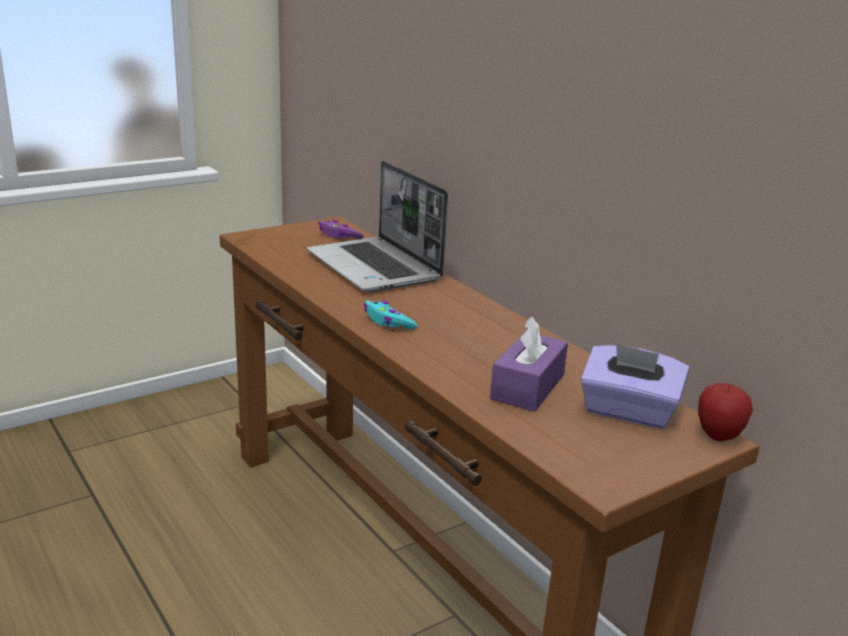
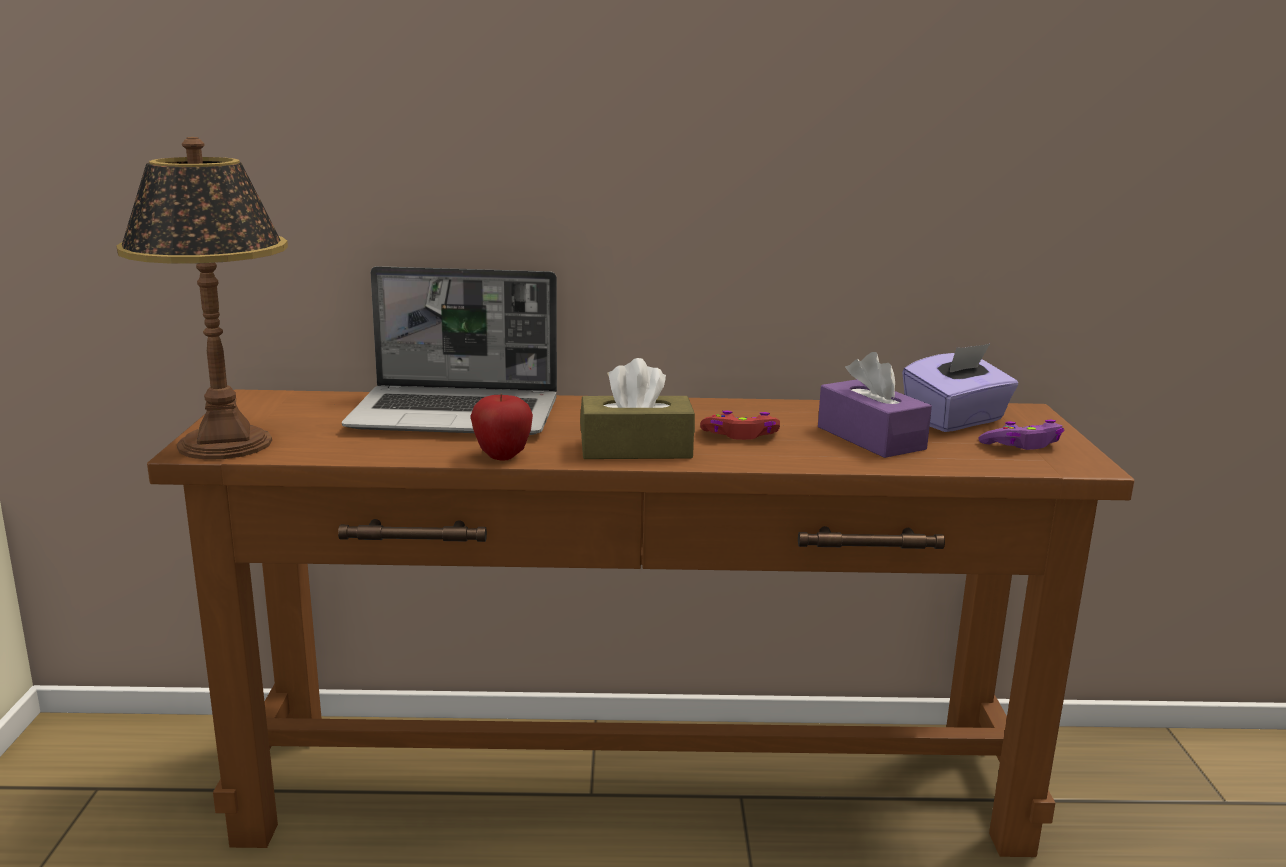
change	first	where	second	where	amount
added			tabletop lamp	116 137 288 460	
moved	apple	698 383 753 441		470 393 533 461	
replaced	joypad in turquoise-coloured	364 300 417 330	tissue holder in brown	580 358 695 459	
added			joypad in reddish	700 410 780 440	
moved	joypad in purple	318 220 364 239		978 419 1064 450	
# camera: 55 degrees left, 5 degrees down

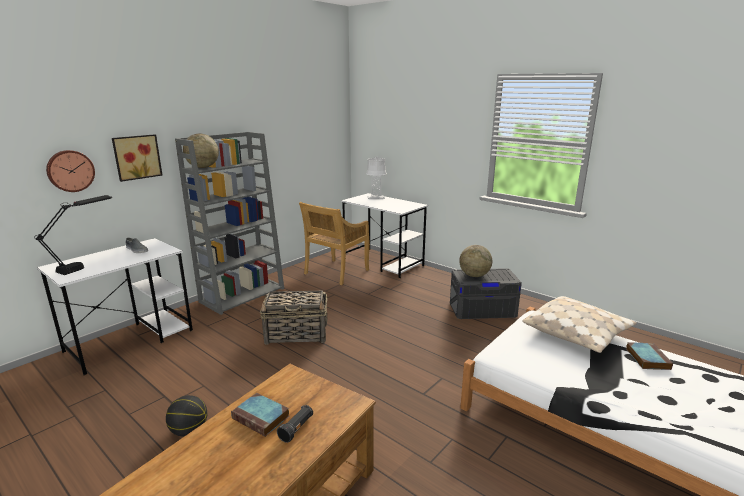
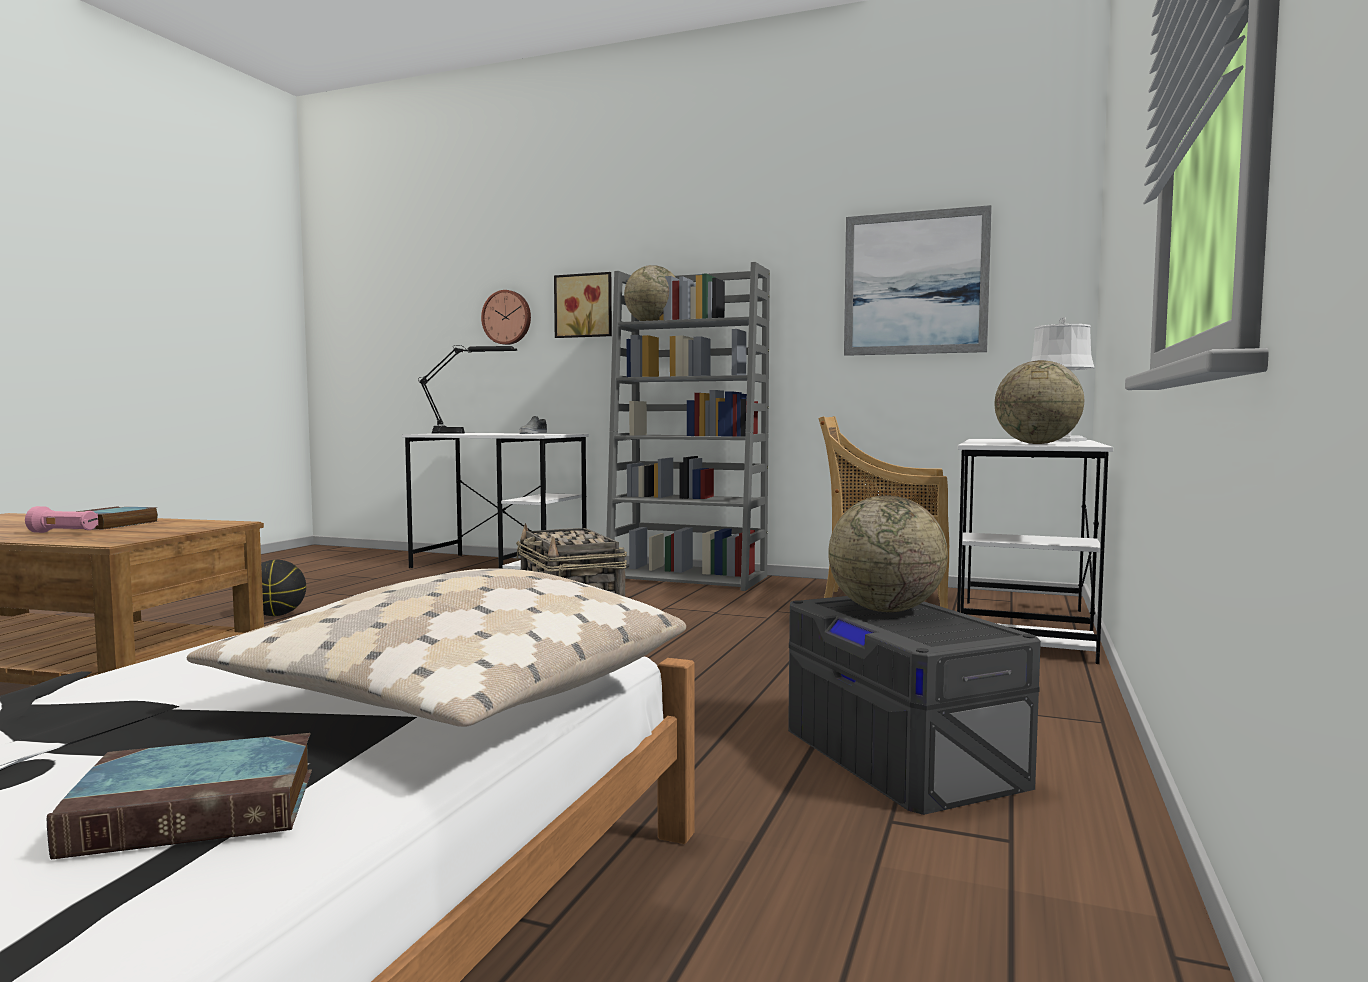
change	first	where	second	where	amount
recoloured	hand torch in blackish	277 405 313 443	hand torch in pink	25 506 98 533	
added			wall picture	844 205 992 356	
added			globe	995 360 1084 444	
# camera: 70 degrees right, 15 degrees down

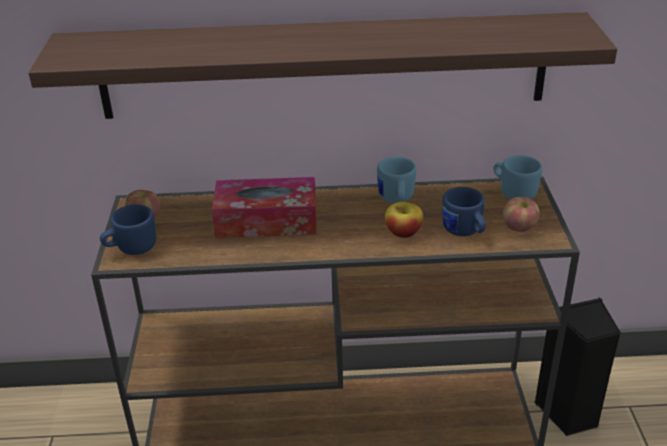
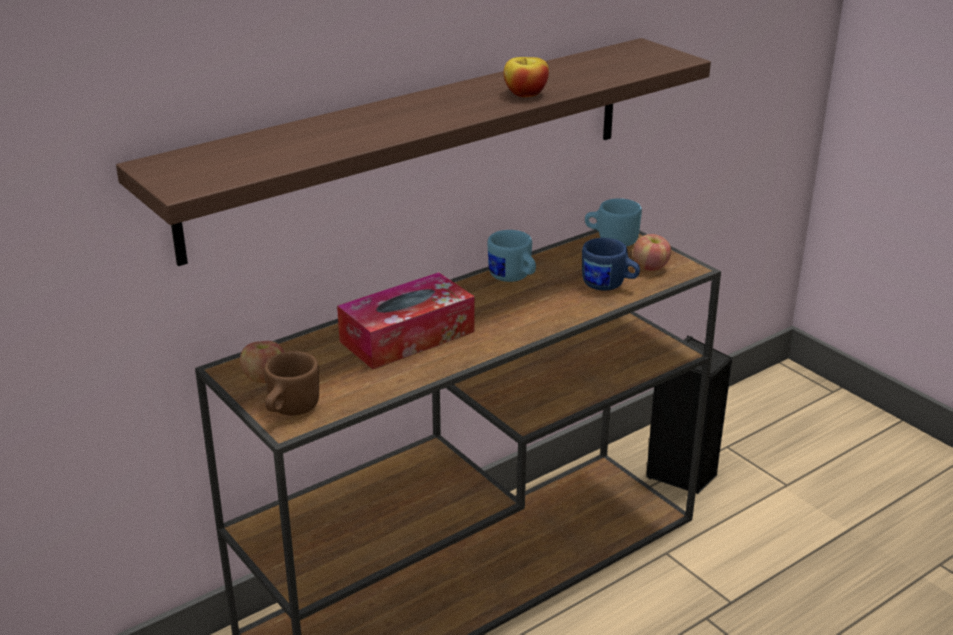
change	first	where	second	where	amount
recoloured	mug in blue	100 204 156 255	mug in brown	264 351 319 416	
moved	apple	385 202 423 238		504 57 549 97	
# camera: 35 degrees left, 5 degrees down

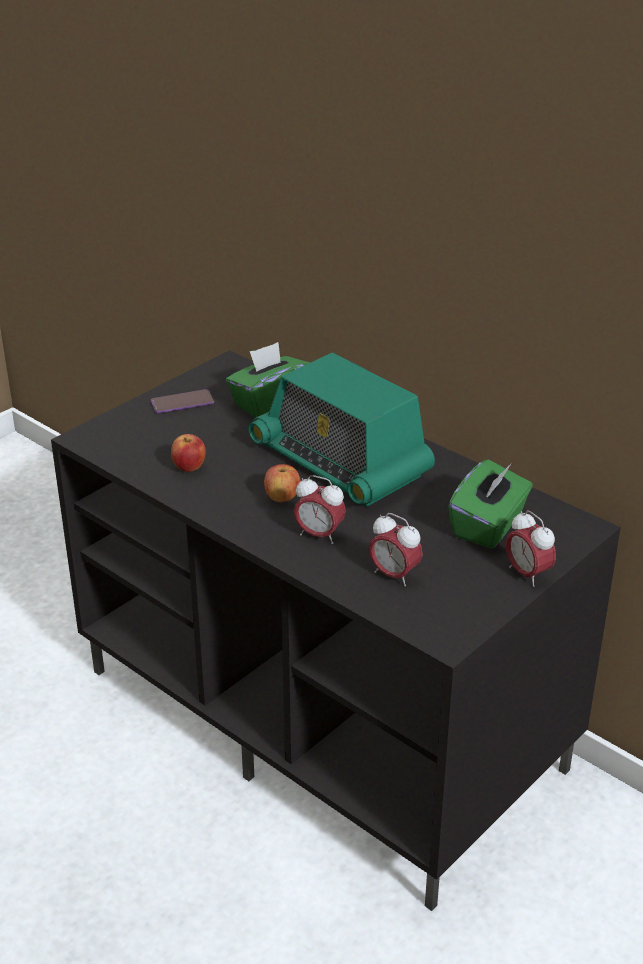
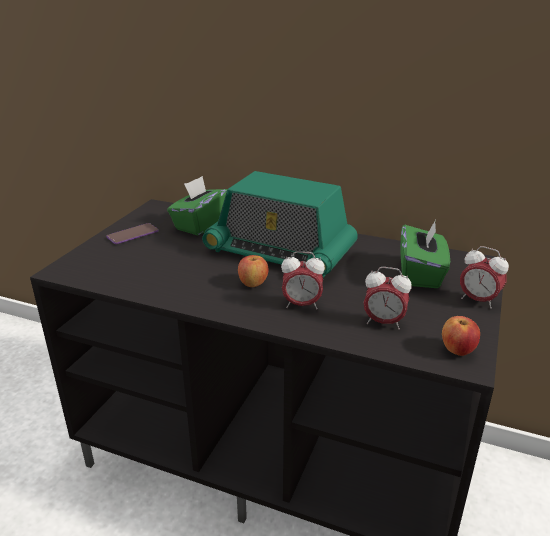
change	first	where	second	where	amount
moved	apple	171 434 206 472		442 316 480 356	
# camera: 20 degrees left, 5 degrees down

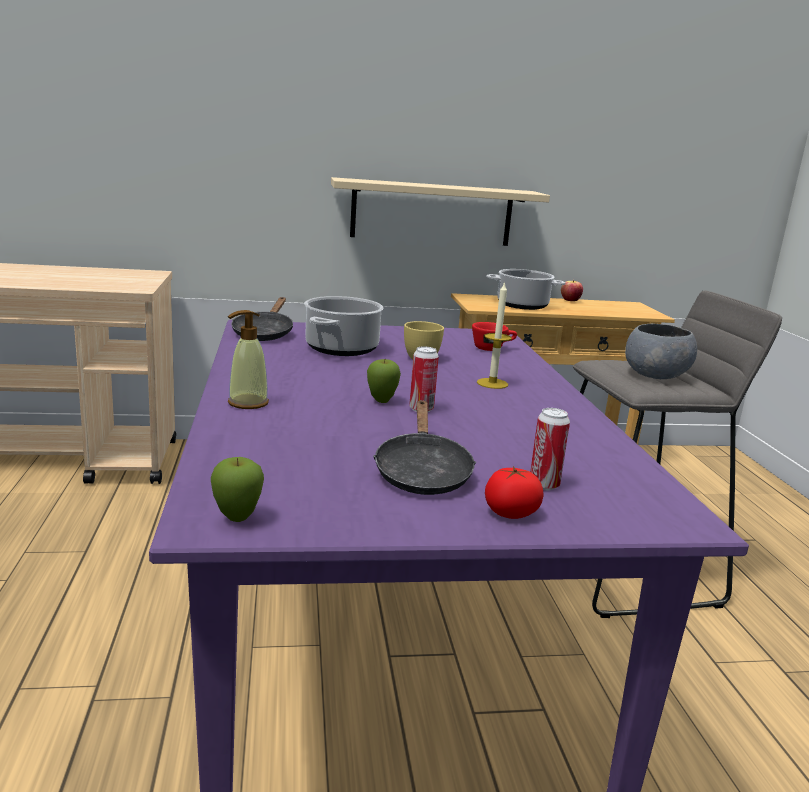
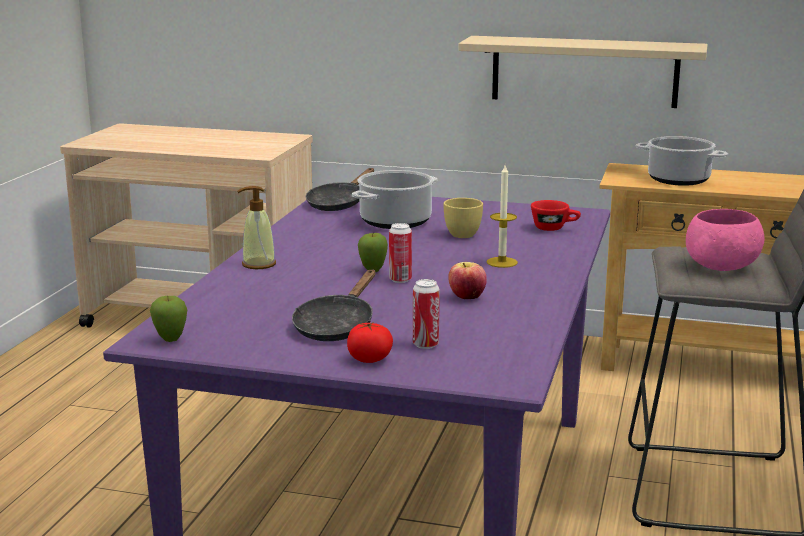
change	first	where	second	where	amount
moved	apple	561 280 583 301		448 262 487 299	
recoloured	bowl in grey	625 324 697 379	bowl in pink	686 209 765 271	
# camera: 25 degrees right, 0 degrees up

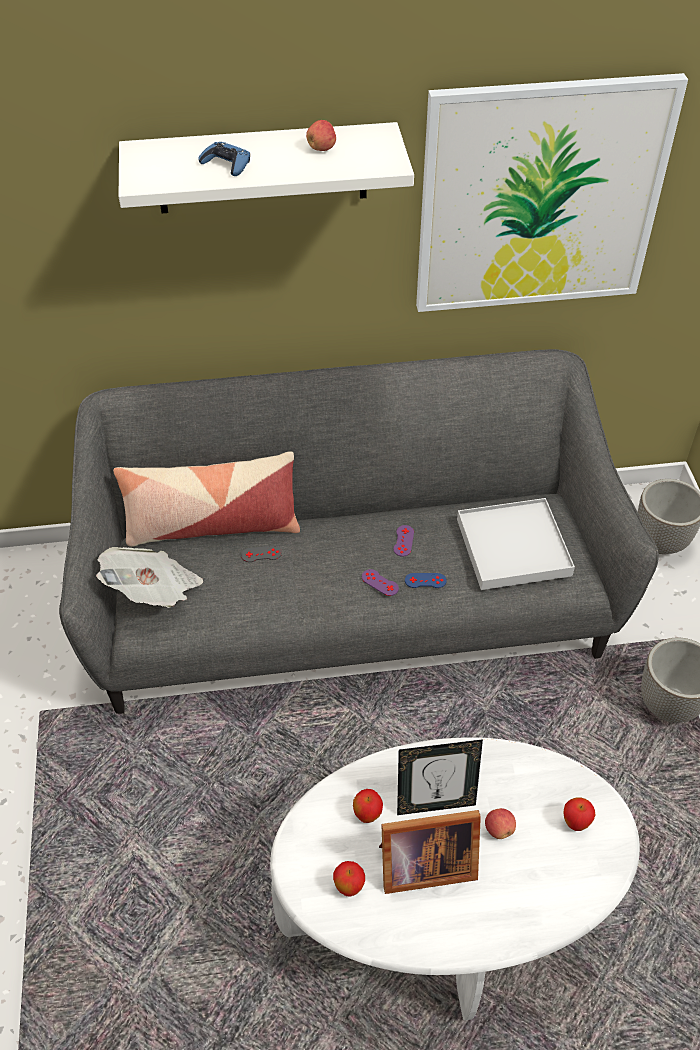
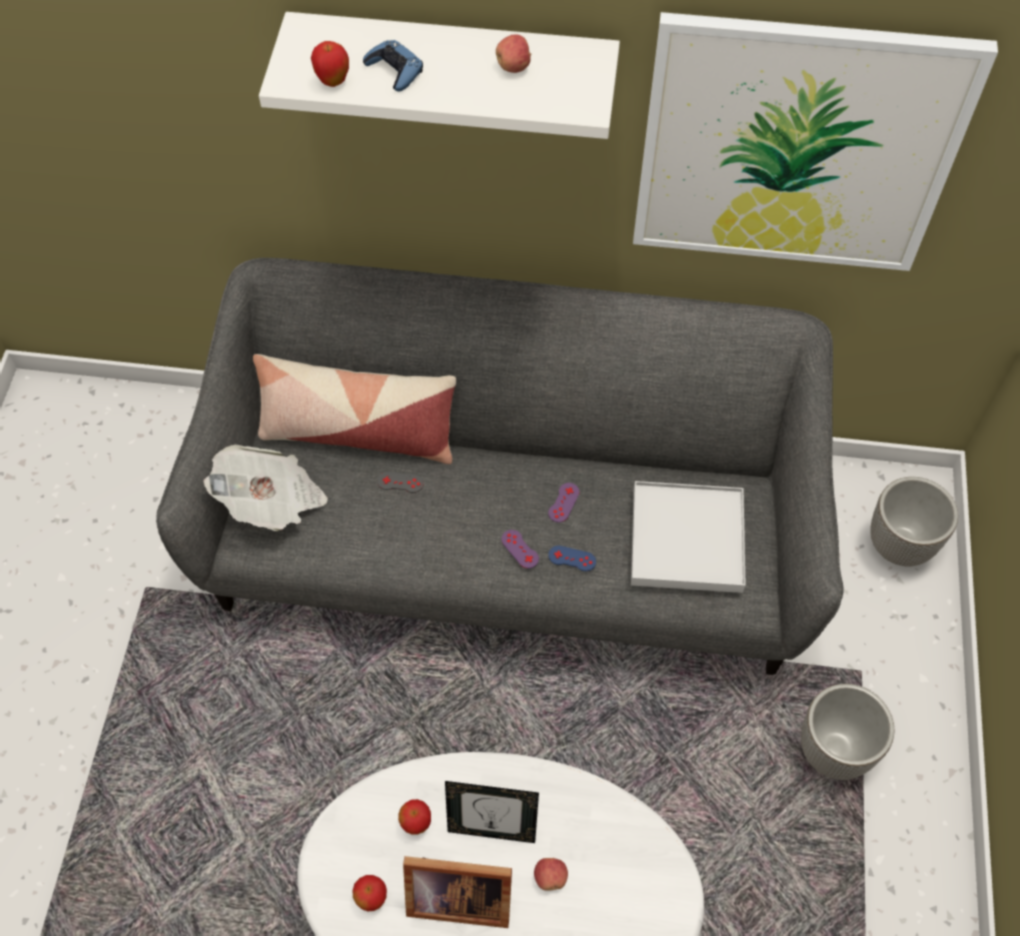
change	first	where	second	where	amount
moved	apple	564 797 596 831		311 41 349 87	
# camera: 15 degrees right, 10 degrees up

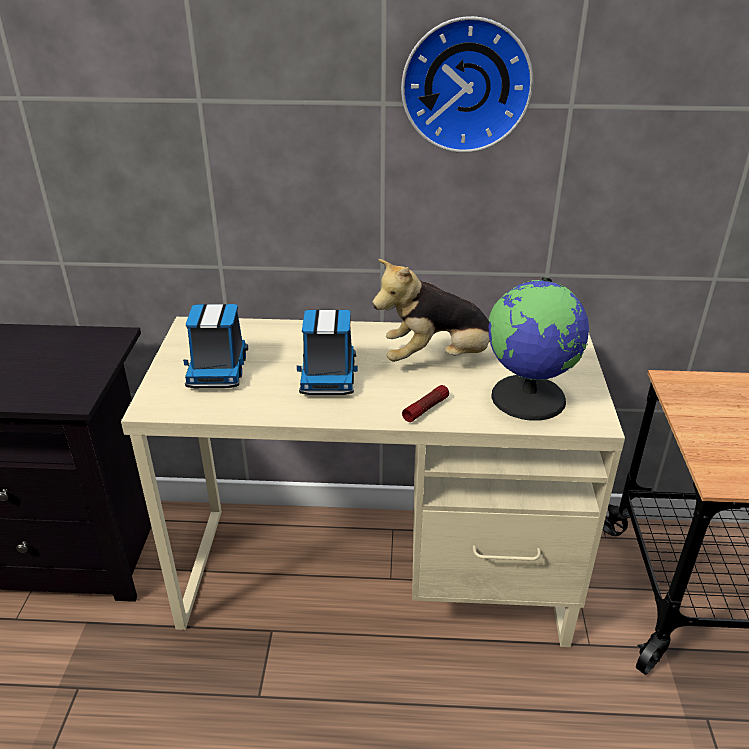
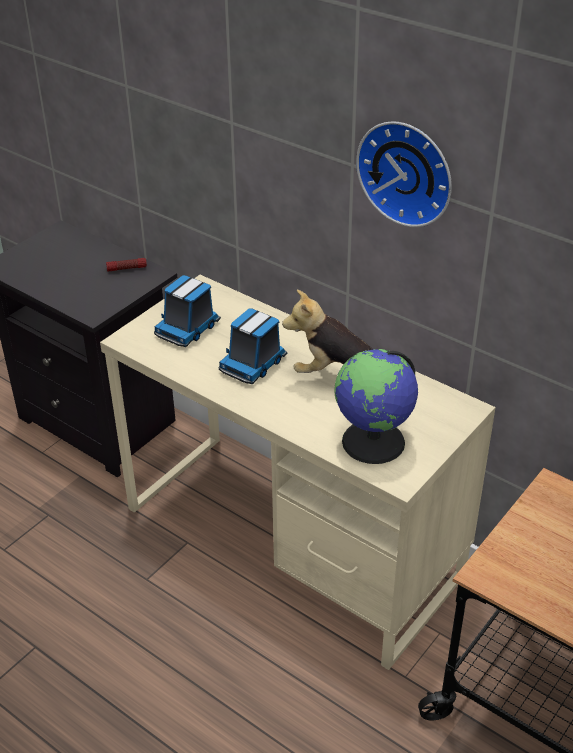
change	first	where	second	where	amount
moved	hand torch	402 385 449 422		106 258 147 272	
# camera: 35 degrees right, 5 degrees up

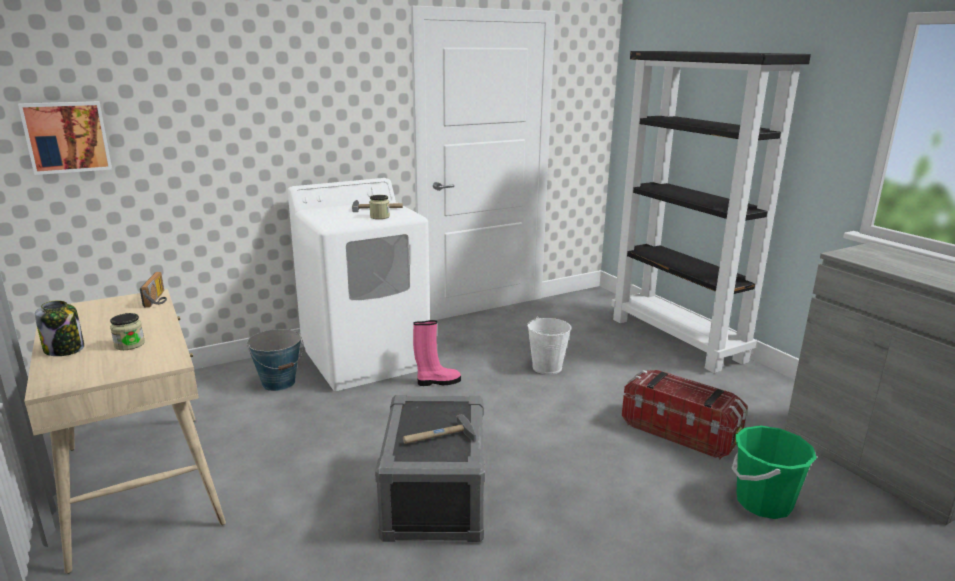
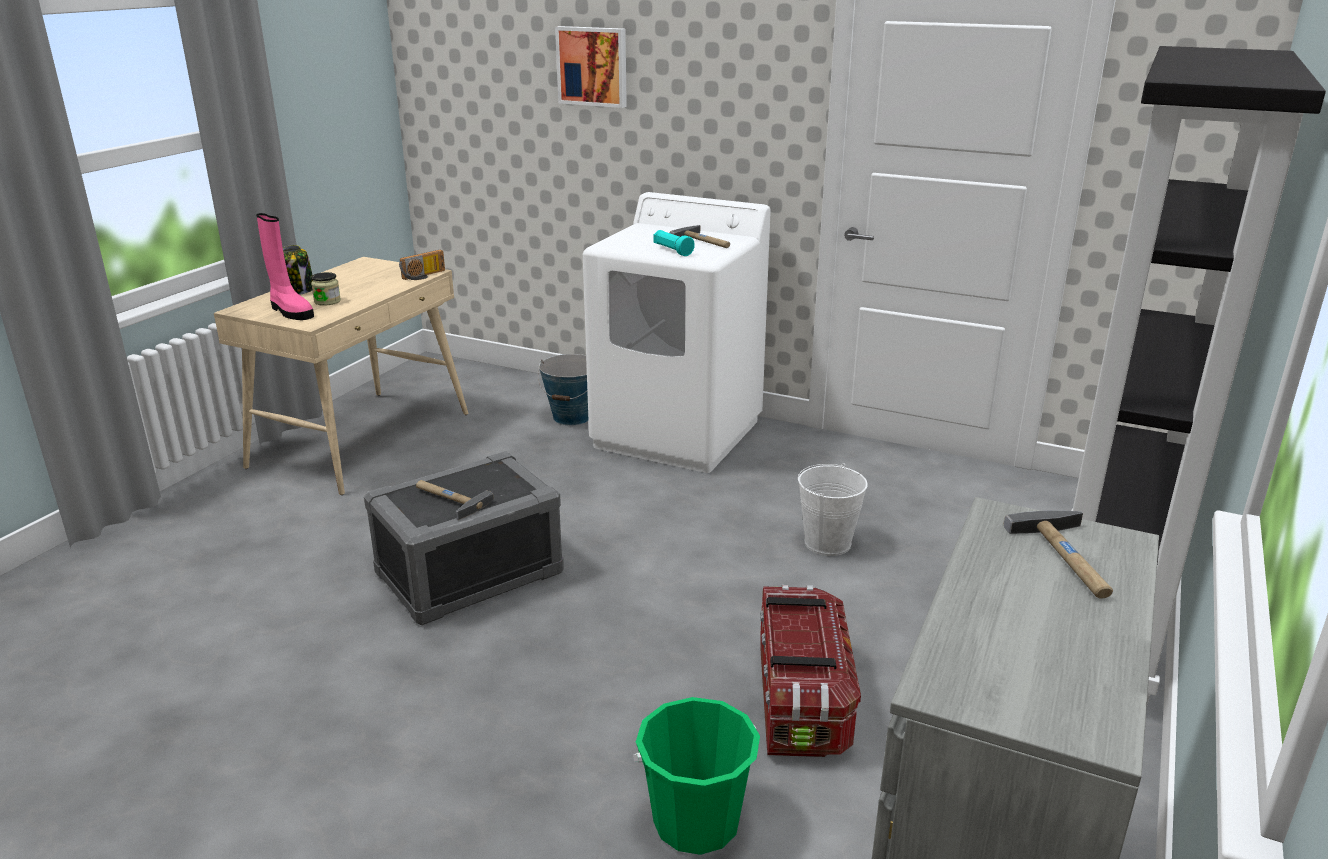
change	first	where	second	where	amount
moved	boot in pink	413 320 461 386		256 213 314 320	
moved	wall picture	18 101 112 175		555 26 627 108	
replaced	jar	369 195 390 219	hand torch in turquoise-coloured	654 230 695 256	
added			hammer	1004 510 1113 599	
# camera: 55 degrees right, 5 degrees up

